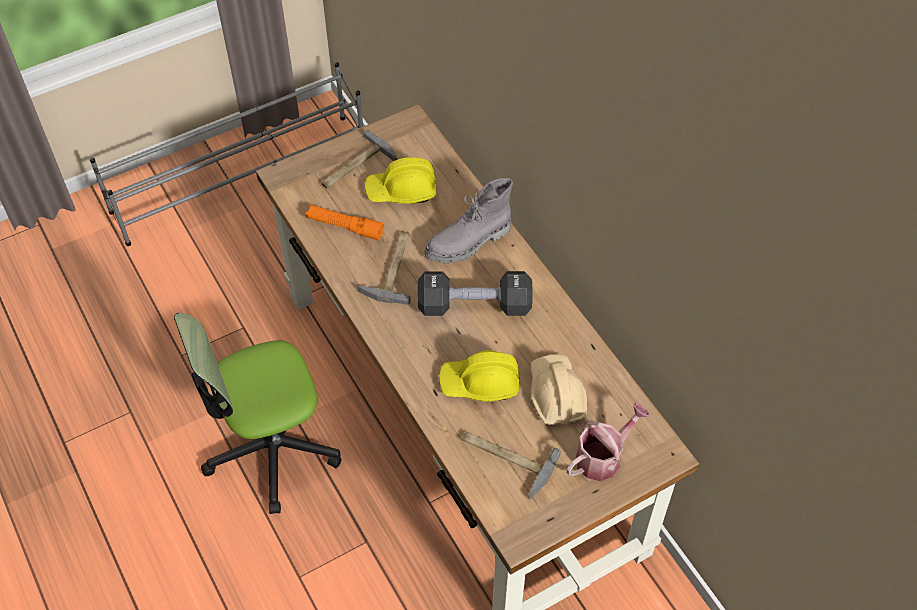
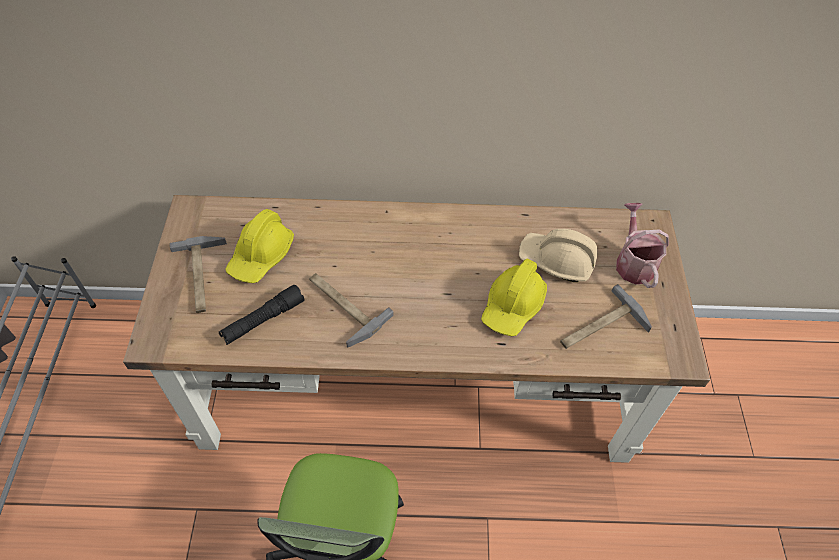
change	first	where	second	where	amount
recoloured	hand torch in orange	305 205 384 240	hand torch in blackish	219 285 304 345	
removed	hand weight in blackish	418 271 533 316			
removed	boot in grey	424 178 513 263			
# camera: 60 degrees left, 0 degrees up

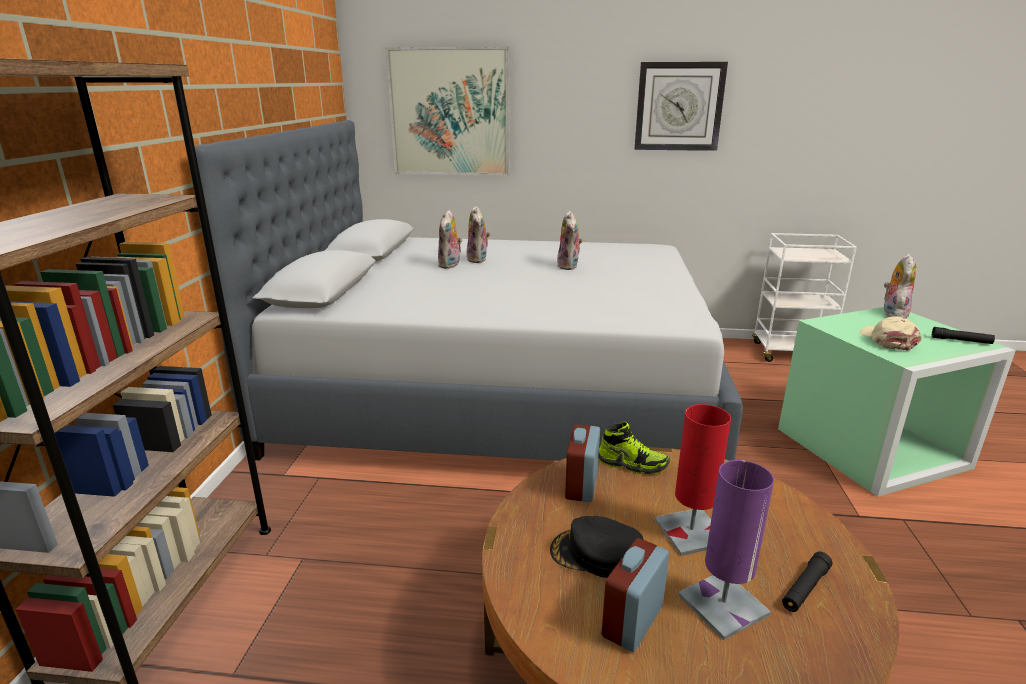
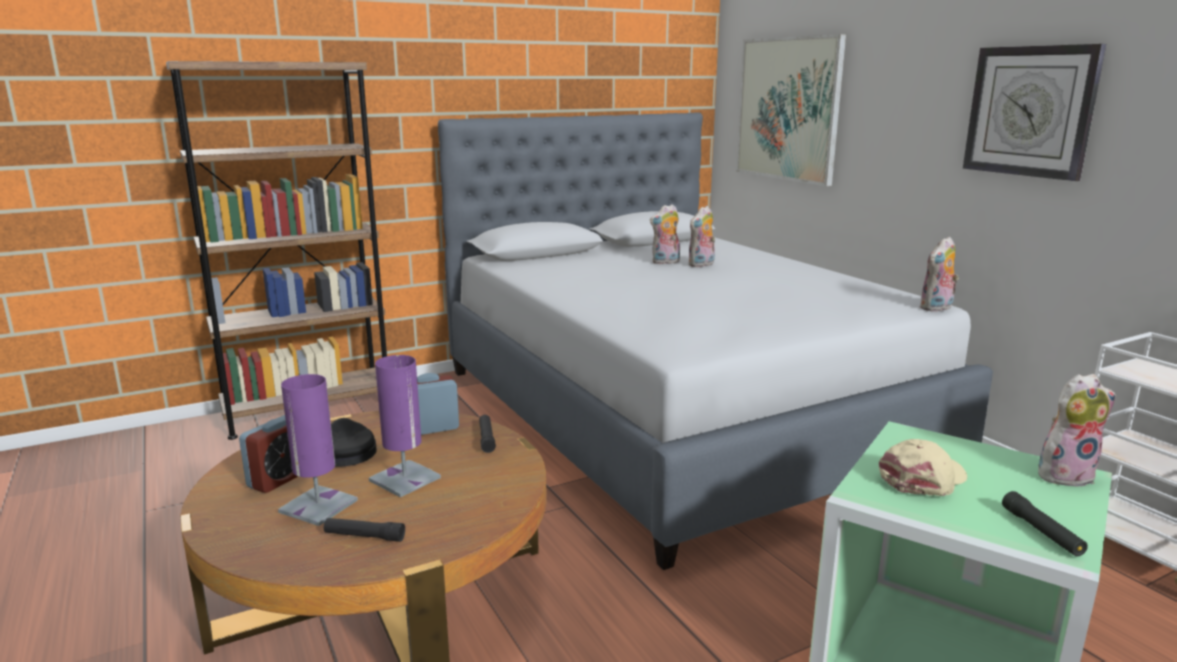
change	first	where	second	where	amount
turned	bedside clock	602 538 669 652		239 415 298 493	120 degrees clockwise
recoloured	tabletop lamp in reddish	655 404 731 556	tabletop lamp in purple	369 355 441 497	
replaced	low shoe	598 422 670 475	hand torch in blackish	479 415 496 453	
moved	cuddly toy	557 211 583 270		919 236 959 312	
# camera: 55 degrees right, 5 degrees down

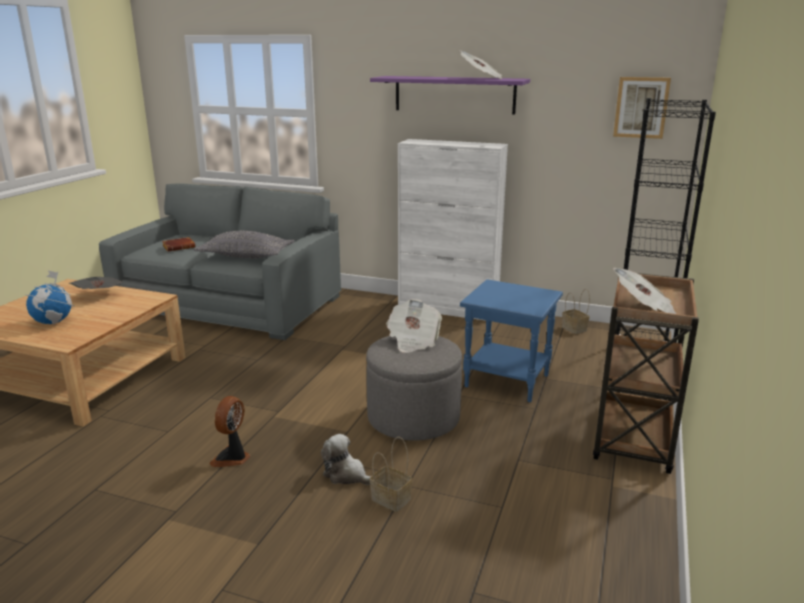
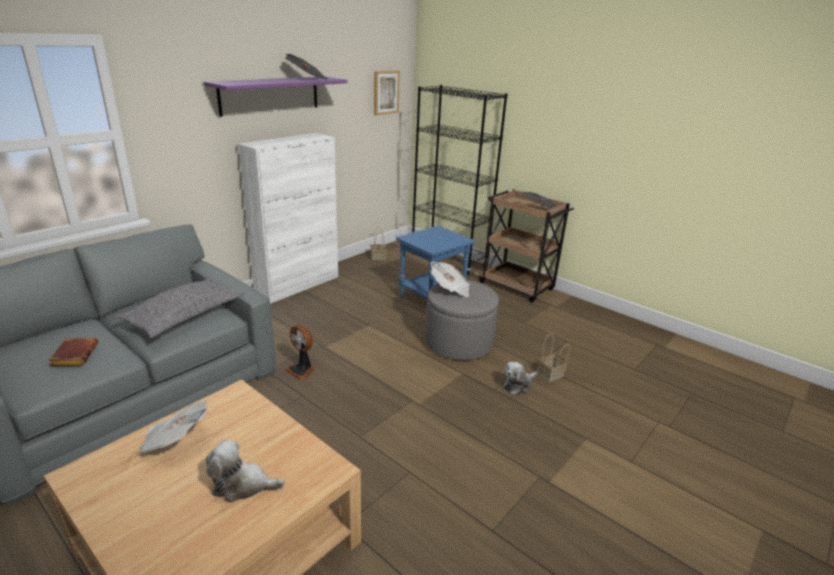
change	first	where	second	where	amount
replaced	globe	26 271 74 324	cuddly toy	206 440 285 503	
moved	cooling fan	209 396 250 467		285 324 315 380	
# camera: 70 degrees left, 5 degrees up

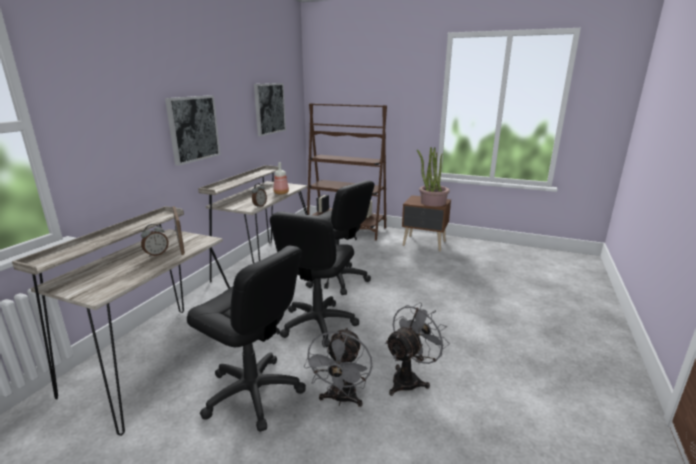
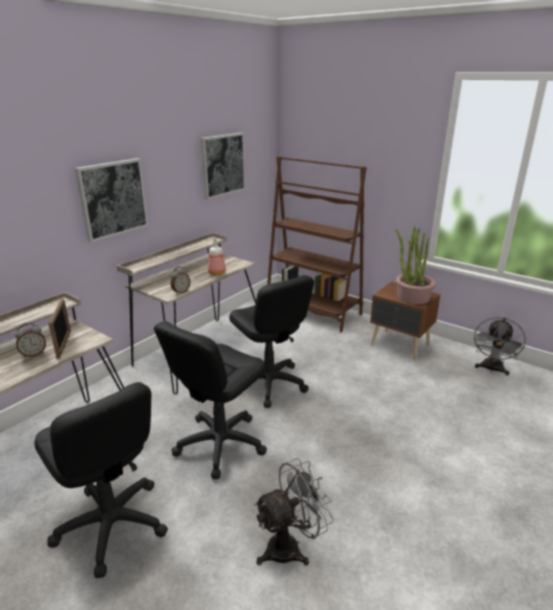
change	first	where	second	where	amount
moved	cooling fan in grey	304 328 372 407		473 317 526 376	
# camera: 15 degrees right, 5 degrees up

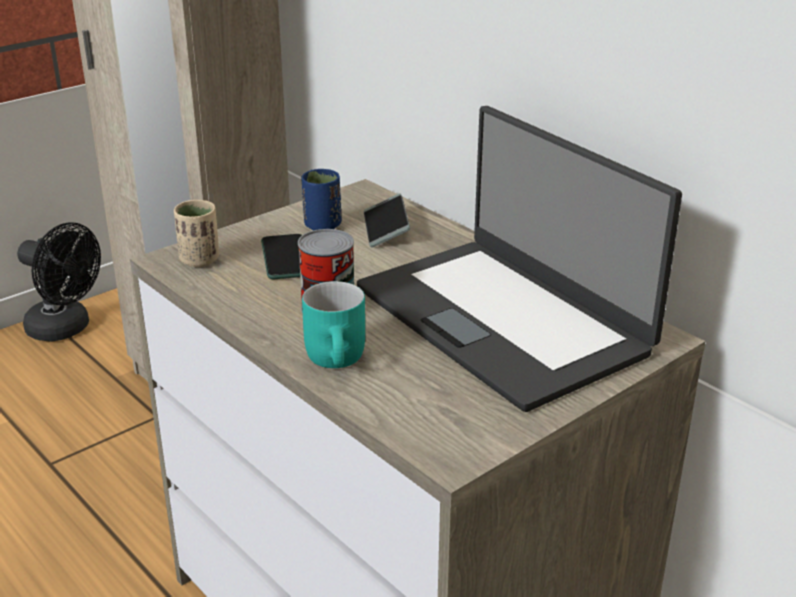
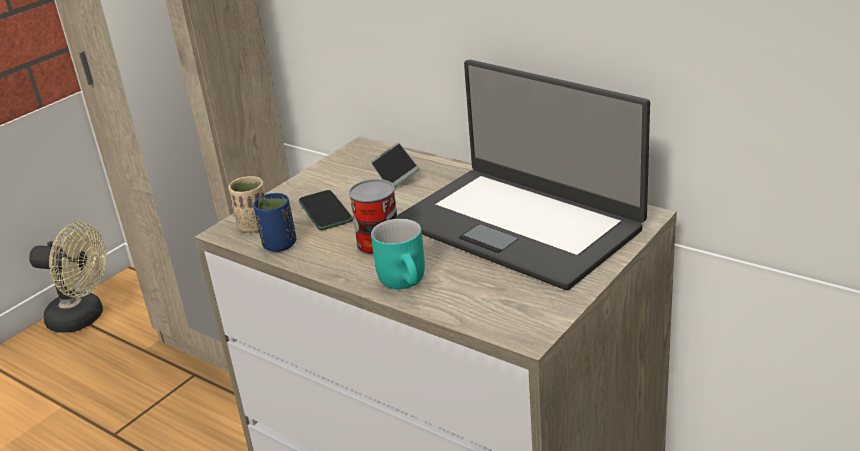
change	first	where	second	where	amount
recoloured	cooling fan in blackish	17 222 101 342	cooling fan in beige-coloured	29 222 106 333	
moved	small cup in blue	301 169 341 231		253 193 296 252	
# camera: 10 degrees left, 0 degrees up

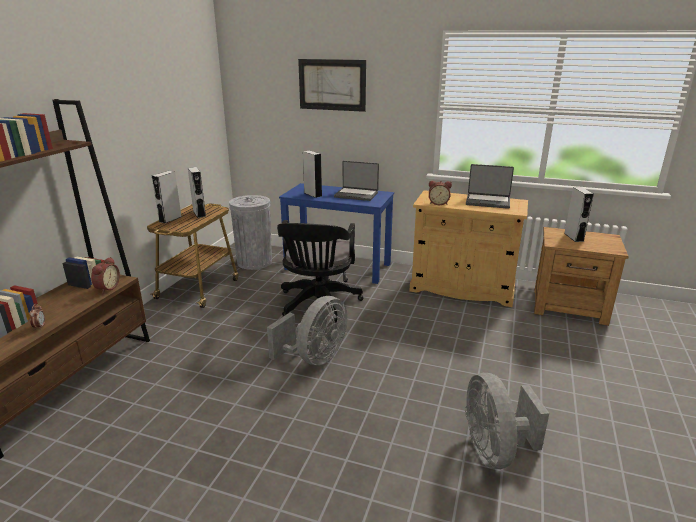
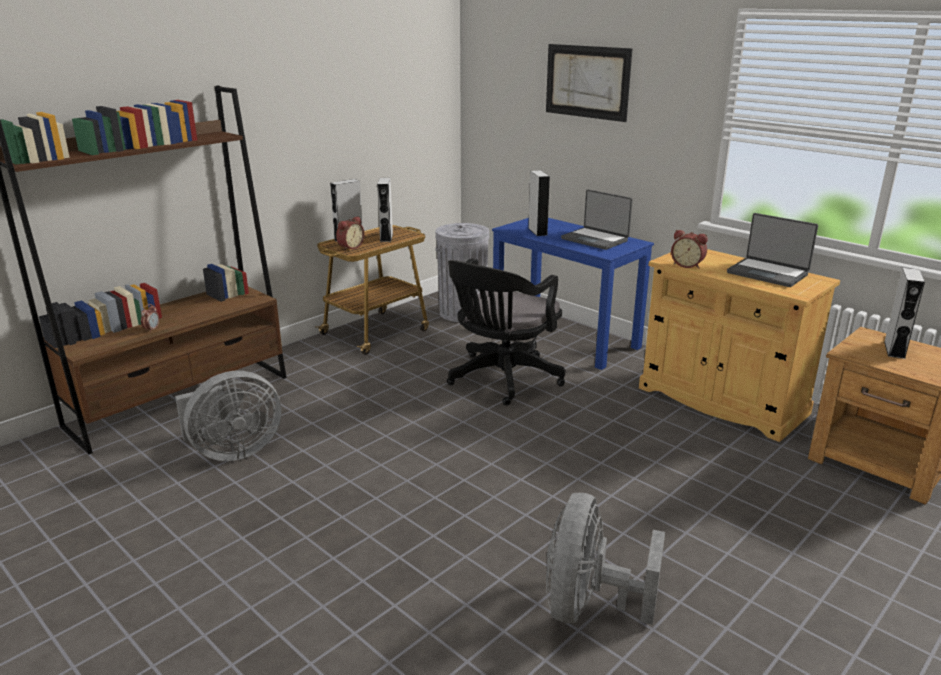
change	first	where	second	where	amount
moved	cooling fan in grey	267 296 347 365		175 371 282 461	
moved	bedside clock	91 257 120 293		336 216 364 251	
# camera: 25 degrees right, 0 degrees up

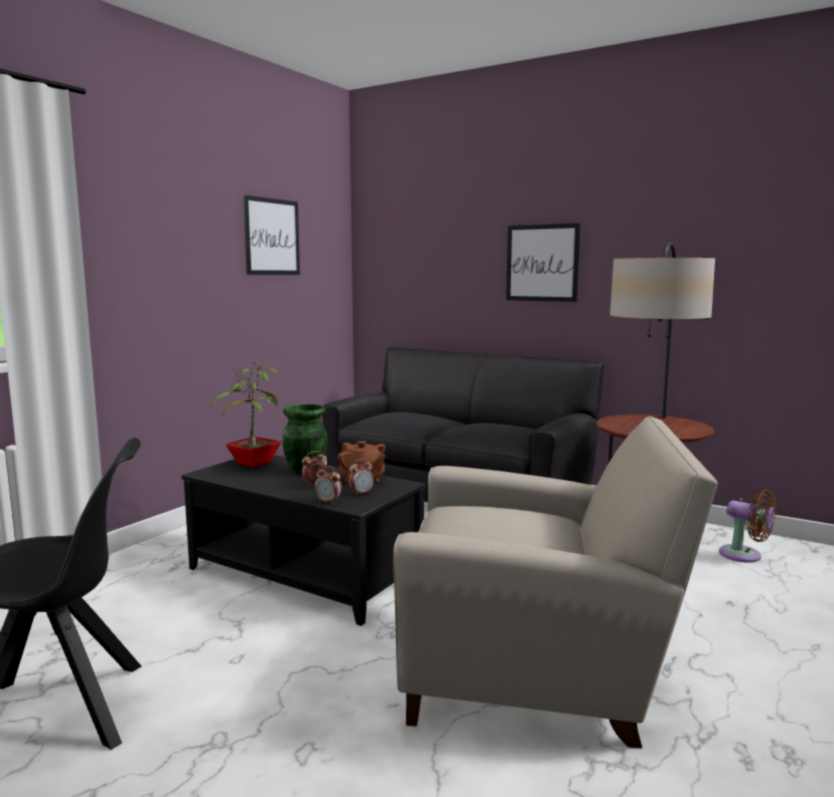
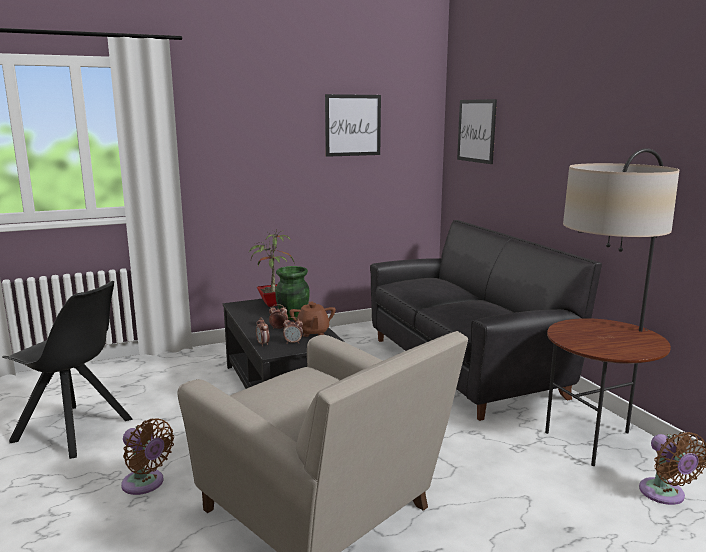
change	first	where	second	where	amount
added			cooling fan in brown	121 419 174 495	
moved	wall picture	506 223 581 302		457 99 497 164	
# camera: 35 degrees right, 5 degrees up

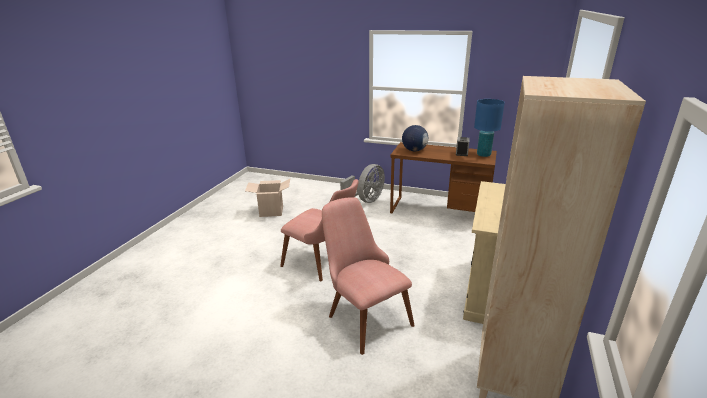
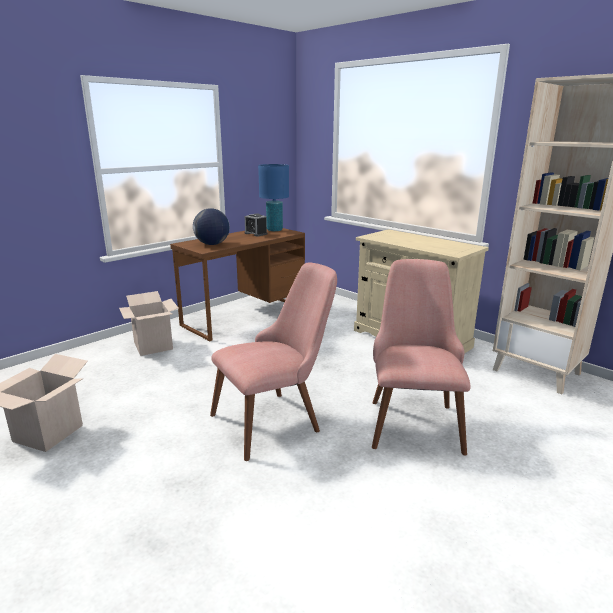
change	first	where	second	where	amount
replaced	cooling fan in grey	340 164 385 203	packing box	119 291 179 356	
turned	chair in pink	322 197 415 355		372 259 471 455	105 degrees clockwise
# camera: 65 degrees left, 5 degrees down

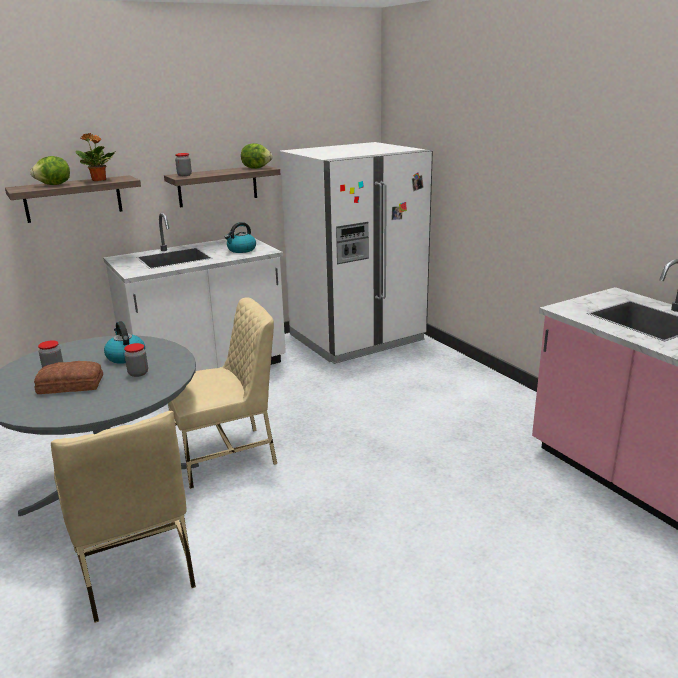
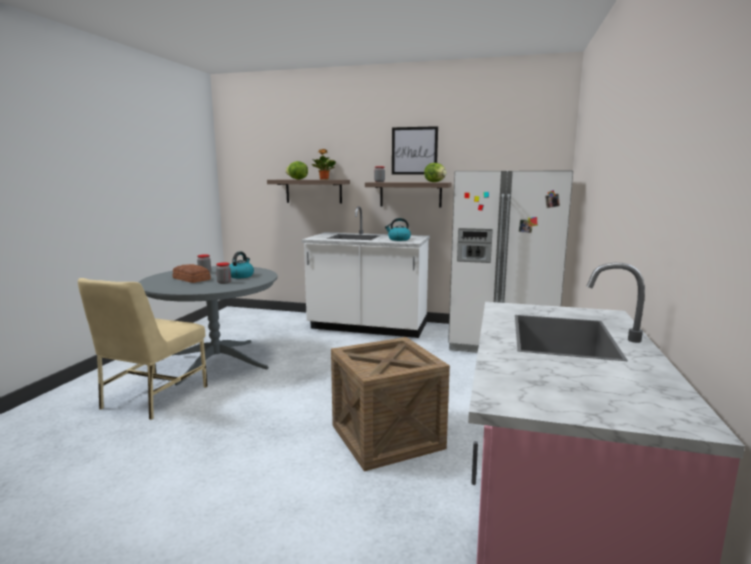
change	first	where	second	where	amount
added			crate	331 337 450 471	
added			wall picture	392 126 438 175	
removed	chair in beige-coloured	168 298 278 489			
# camera: 45 degrees right, 10 degrees down

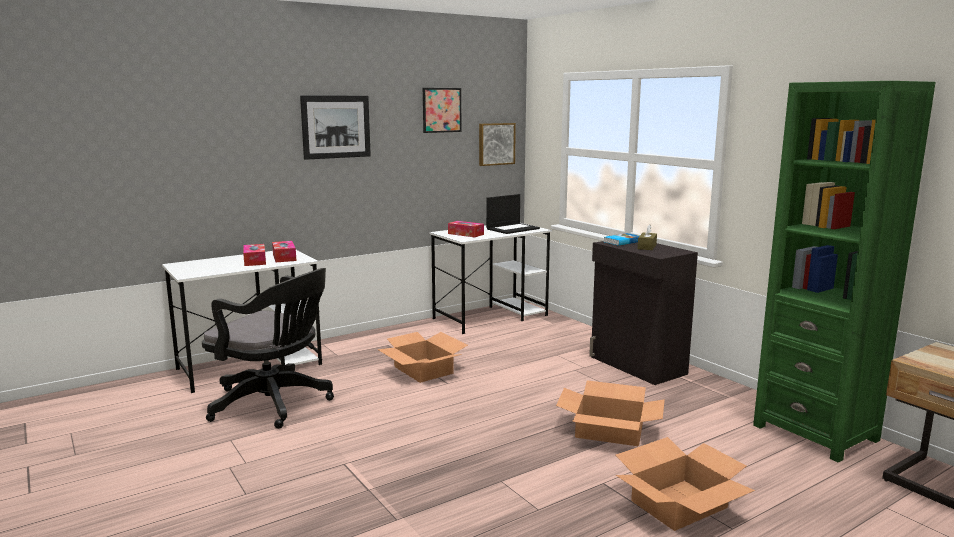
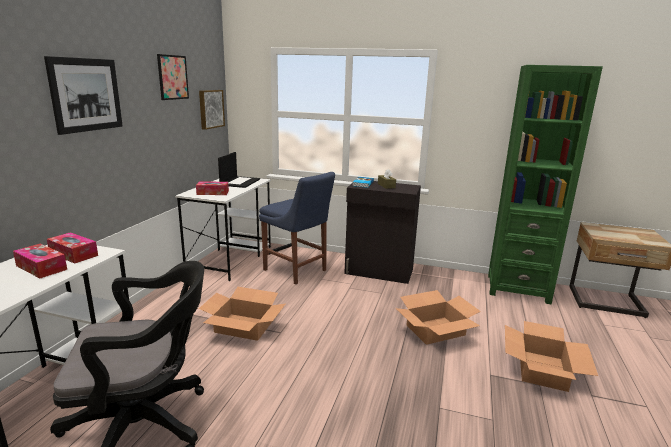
change	first	where	second	where	amount
added			chair in blue	259 172 335 284	
# camera: 40 degrees left, 5 degrees up

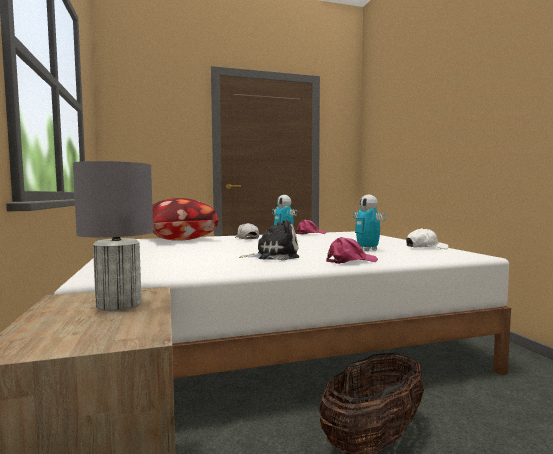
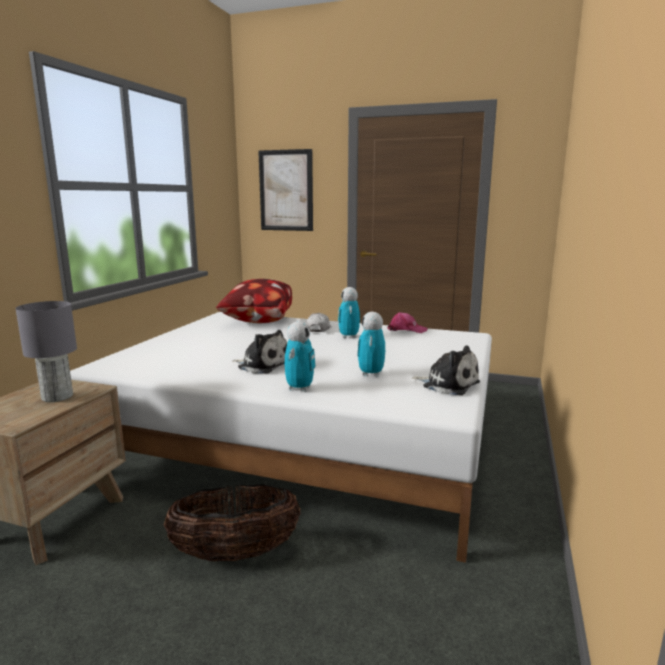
change	first	where	second	where	amount
added			wall picture	258 149 313 231	
replaced	peaked cap in pink	326 237 378 264	toy robot	285 321 316 392	
replaced	peaked cap in whitish	406 228 449 249	cuddly toy	411 345 480 395	
# camera: 35 degrees right, 10 degrees up

